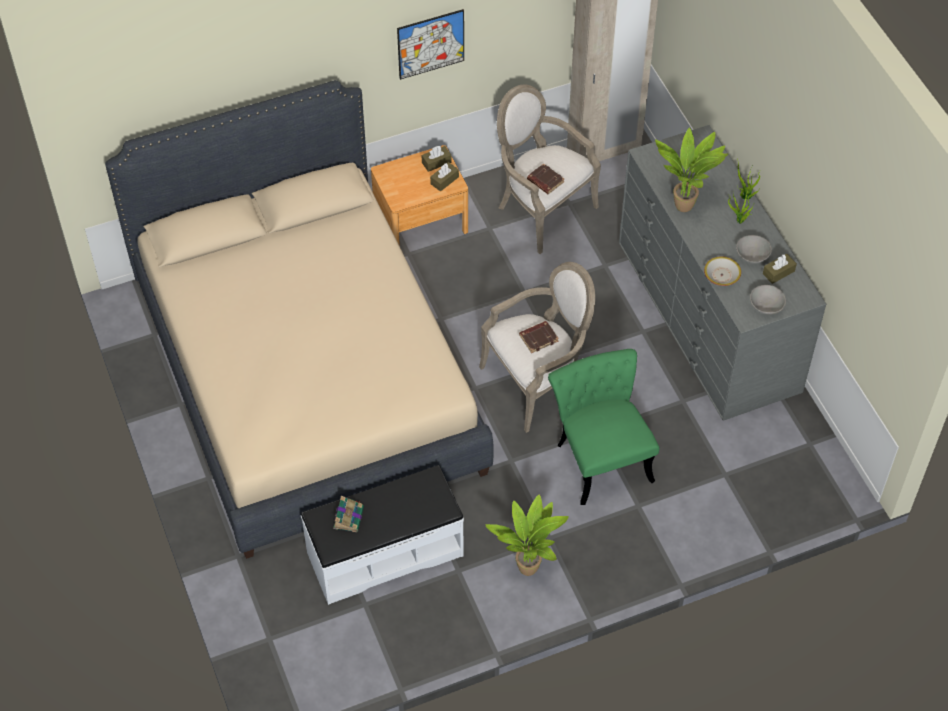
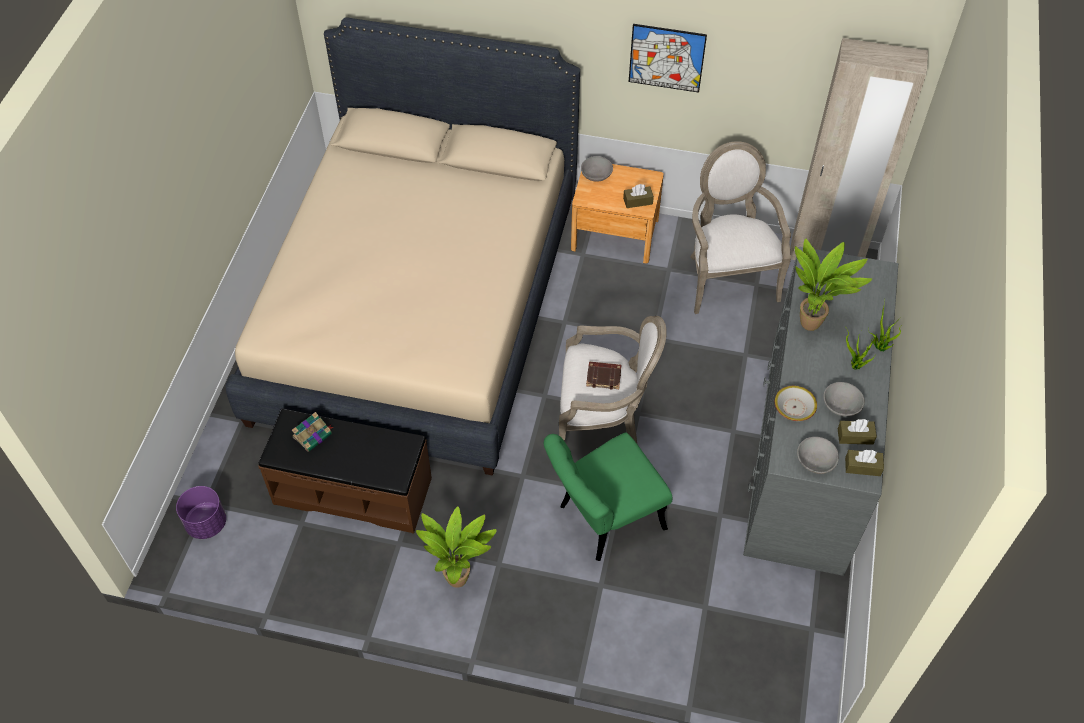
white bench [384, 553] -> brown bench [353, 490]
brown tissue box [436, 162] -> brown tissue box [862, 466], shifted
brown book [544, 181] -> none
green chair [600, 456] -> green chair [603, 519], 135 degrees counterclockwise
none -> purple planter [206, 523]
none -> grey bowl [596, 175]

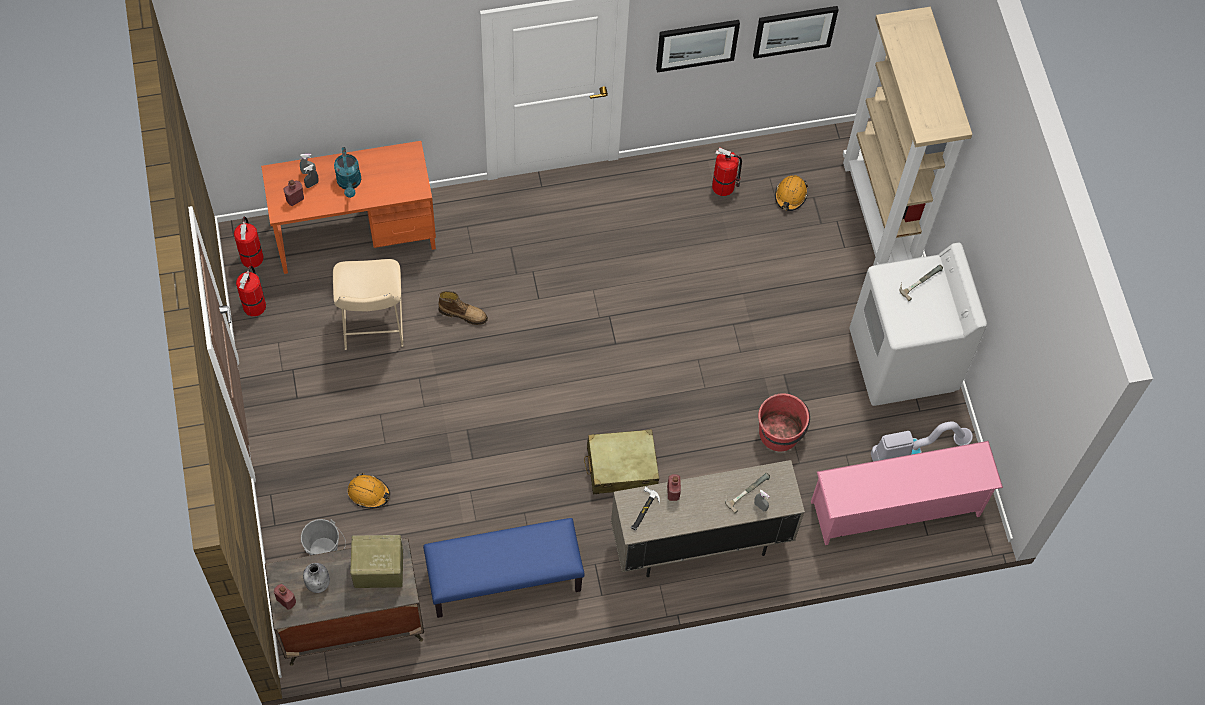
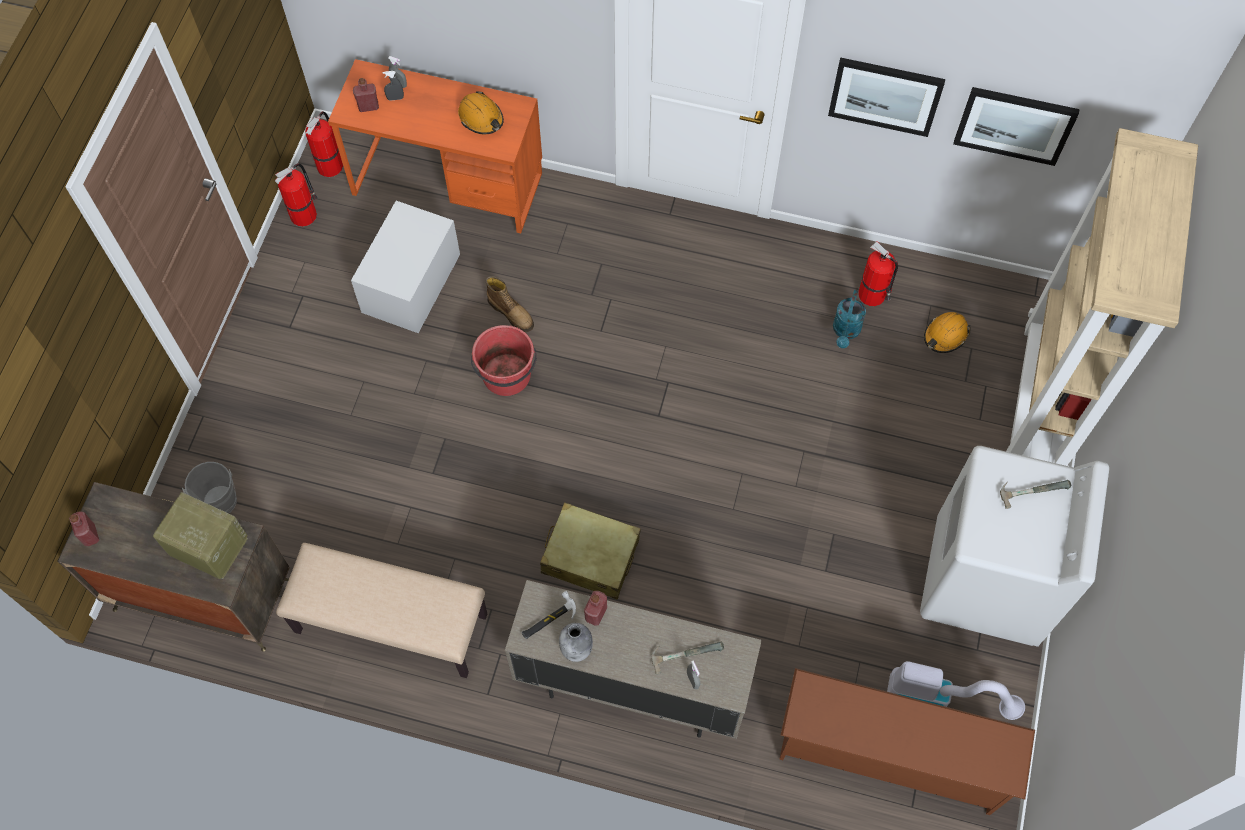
grey bottle [318, 583] -> grey bottle [577, 649], shifted
beige stool [372, 324] -> white storage box [411, 283]
turquoise watering can [349, 183] -> turquoise watering can [846, 331], shifted
orange hard hat [369, 493] -> orange hard hat [481, 118], shifted
blue bench [504, 580] -> beige bench [390, 624]
red bucket [779, 434] -> red bucket [507, 376], shifted
pink shoe rack [896, 510] -> brown shoe rack [888, 757]

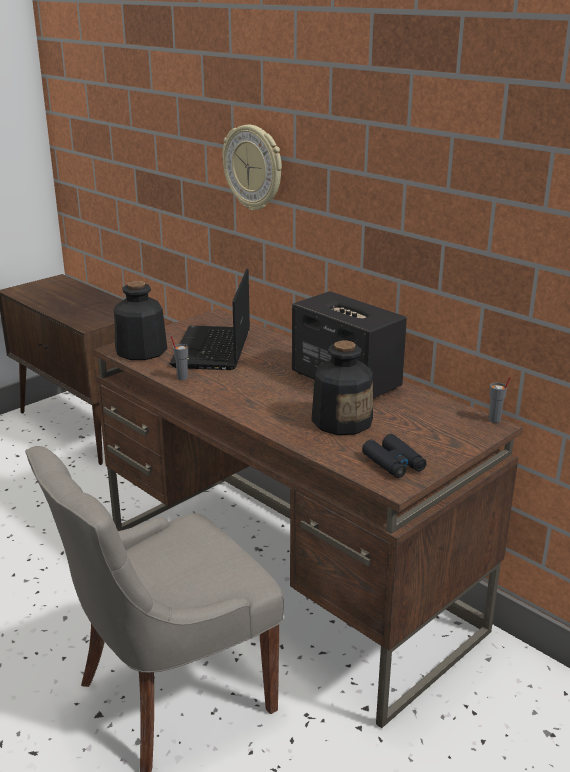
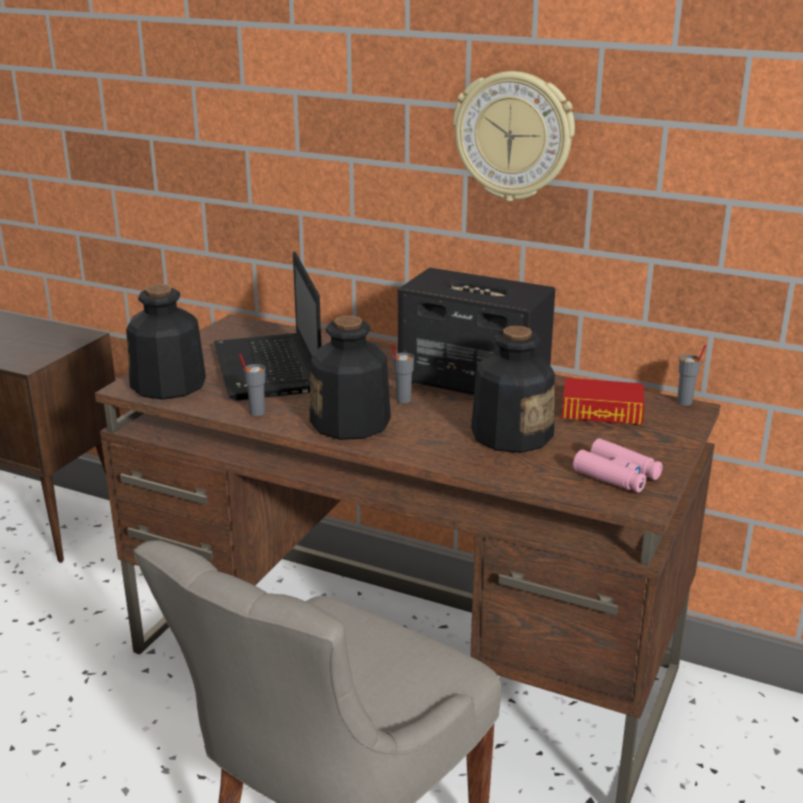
wall clock [254, 167] -> wall clock [514, 136], shifted
black binoculars [394, 463] -> pink binoculars [617, 475]
none -> bottle [351, 423]
none -> grey cup [403, 400]
none -> book [602, 411]

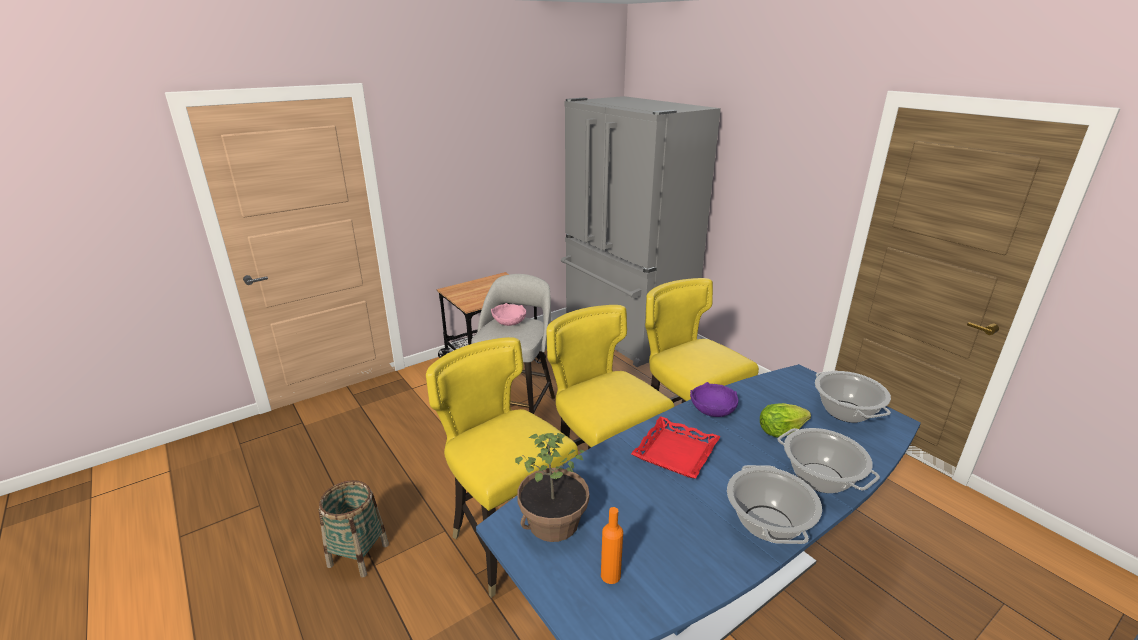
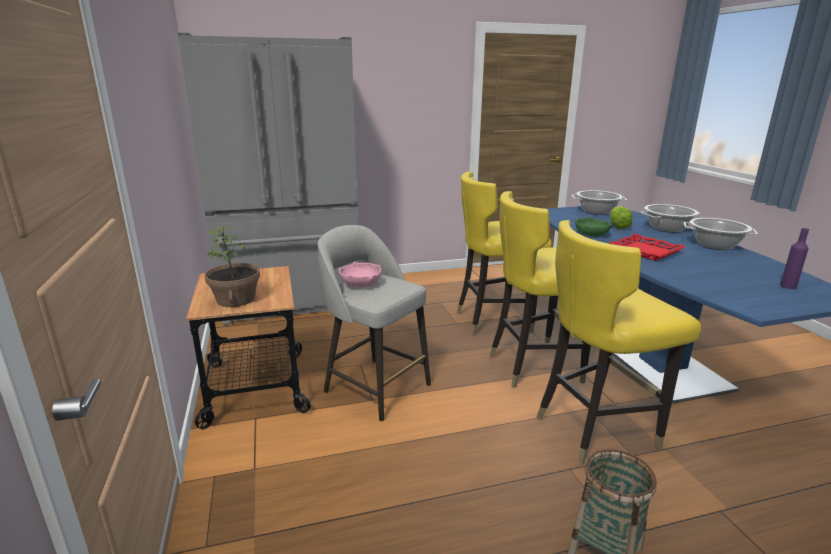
potted plant [553, 523] -> potted plant [236, 299], shifted
orange bottle [610, 575] -> purple bottle [788, 286]
purple bowl [713, 410] -> green bowl [591, 235]

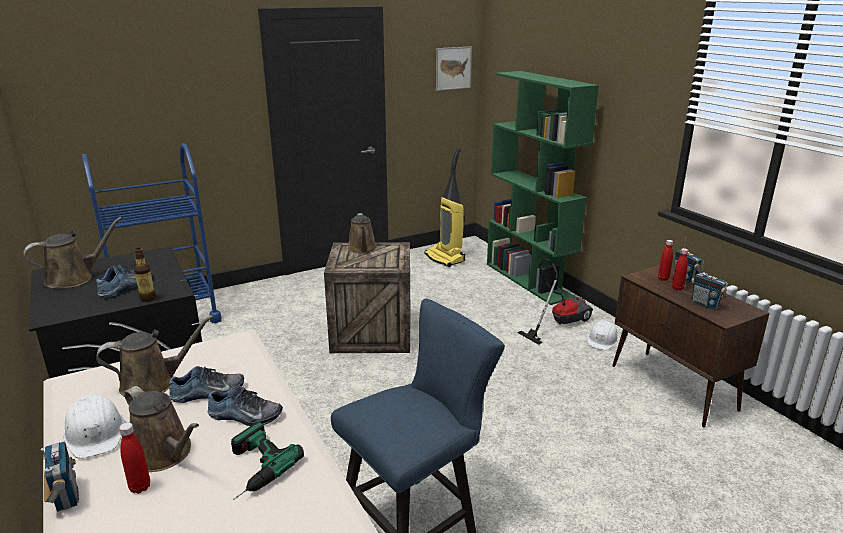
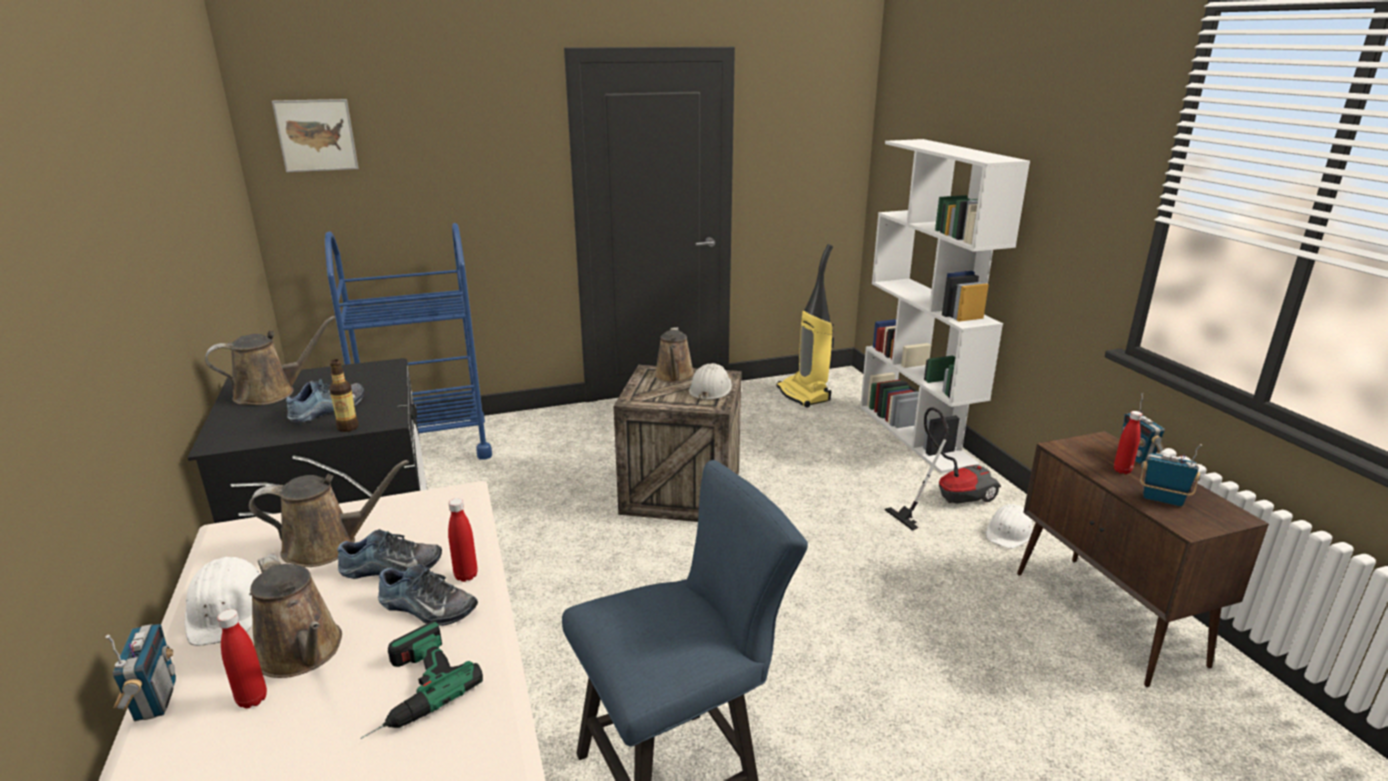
picture [453, 68] -> picture [316, 135], shifted
green bookcase [529, 280] -> white bookcase [916, 435]
red bottle [663, 279] -> red bottle [466, 576], shifted
radio [705, 304] -> radio [1162, 499], 150 degrees clockwise
none -> white hard hat [710, 389]

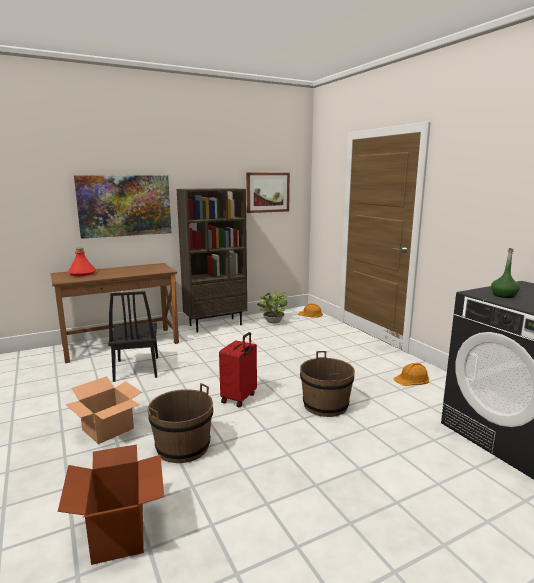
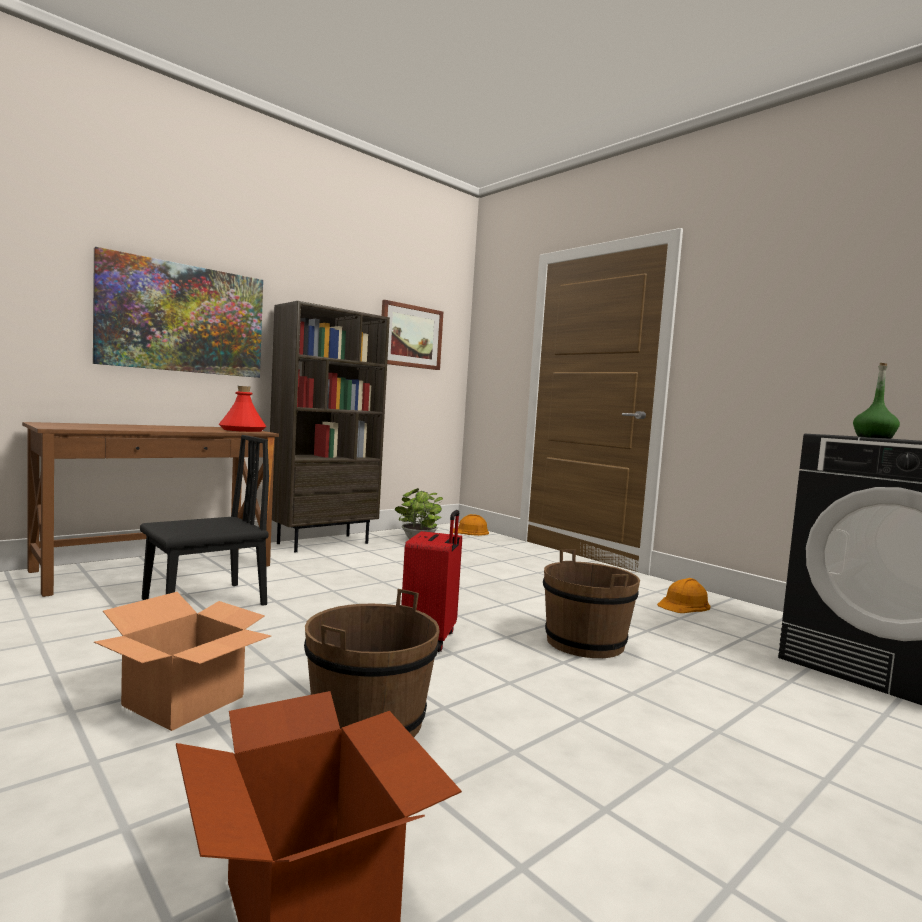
red bottle [82, 273] -> red bottle [242, 430], shifted
black chair [137, 368] -> black chair [204, 602], 105 degrees counterclockwise

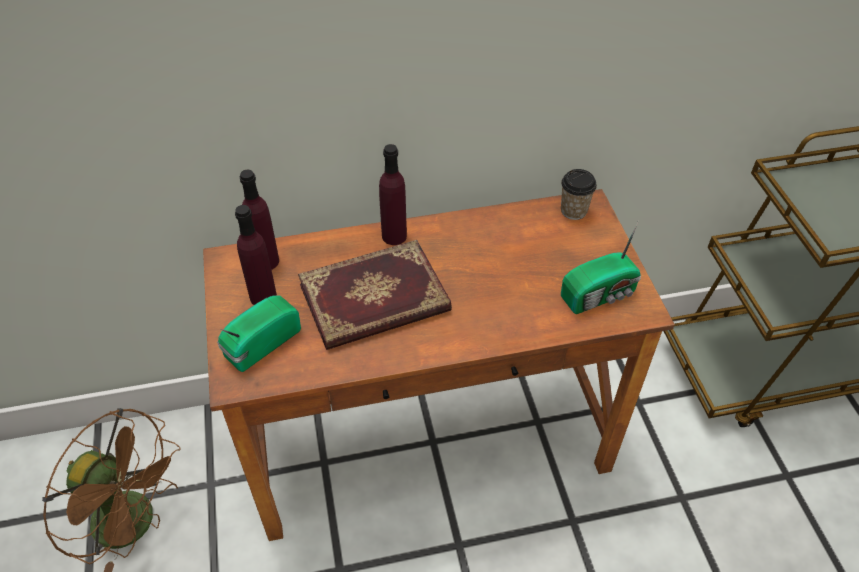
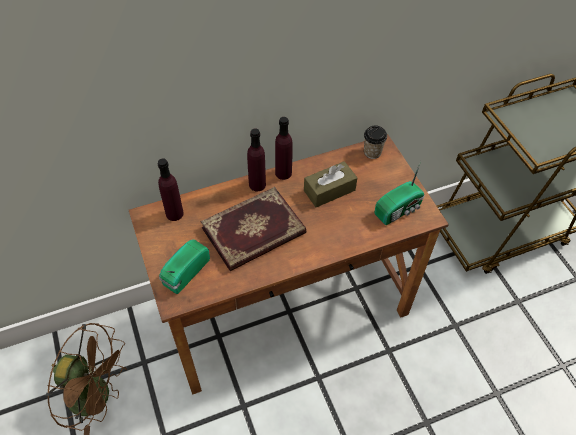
purple bottle [263, 296] -> purple bottle [283, 173], shifted
none -> brown tissue box [329, 190]

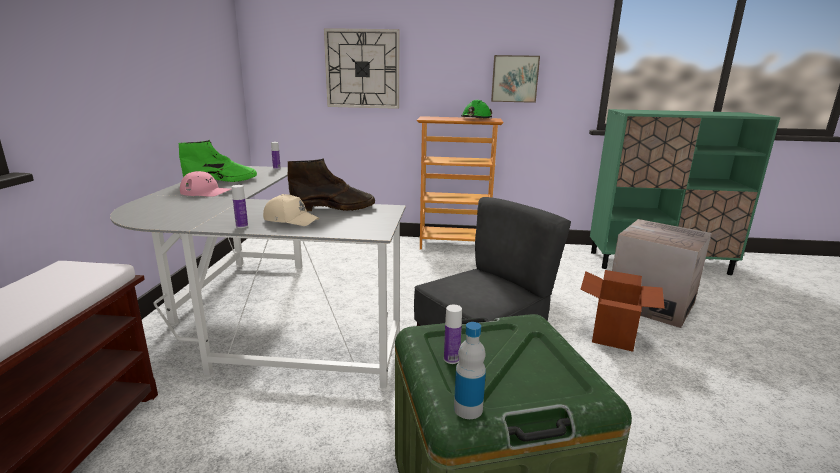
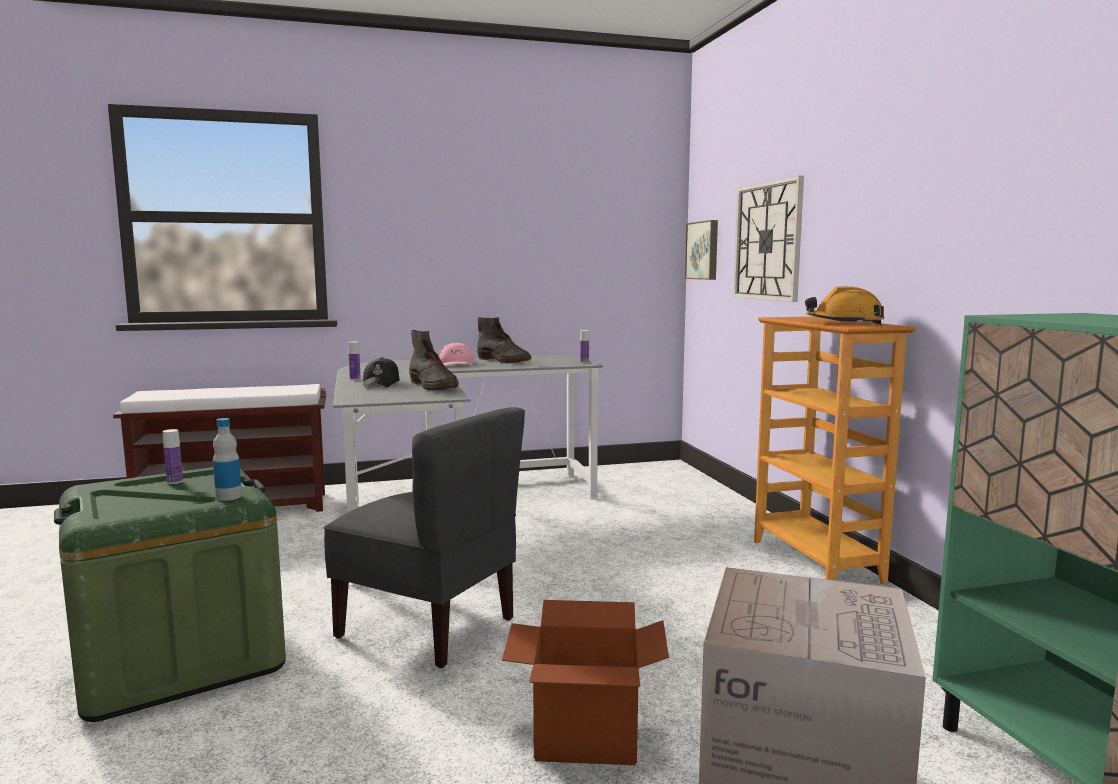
green boot [222, 180] -> brown boot [504, 361]
beige cap [290, 220] -> black cap [382, 384]
bottle [468, 409] -> bottle [228, 497], shifted
green hard hat [476, 119] -> orange hard hat [845, 323]
picture [514, 79] -> picture [703, 250], shifted

